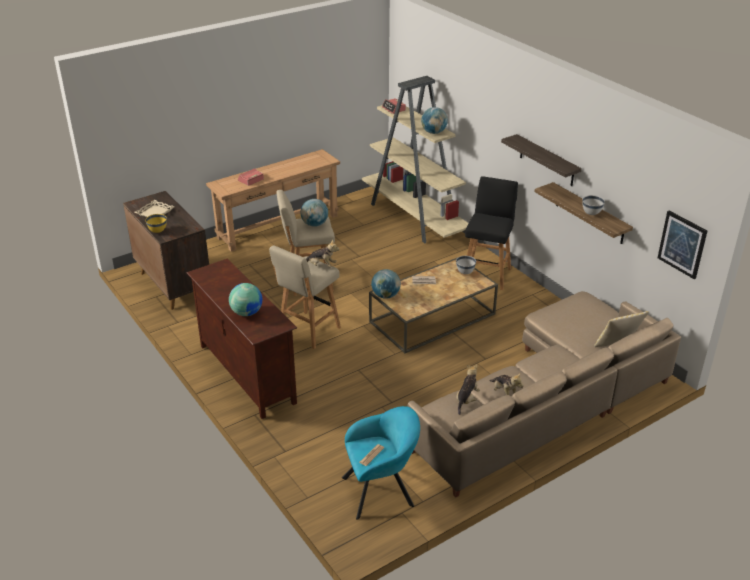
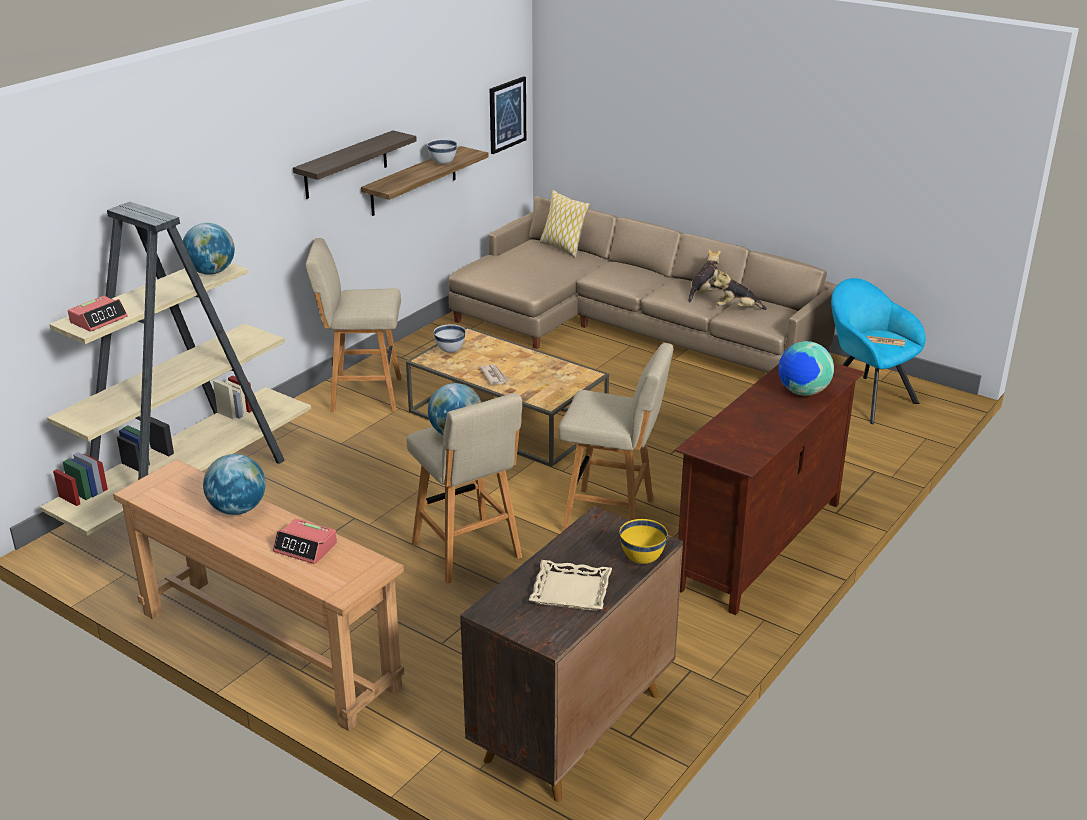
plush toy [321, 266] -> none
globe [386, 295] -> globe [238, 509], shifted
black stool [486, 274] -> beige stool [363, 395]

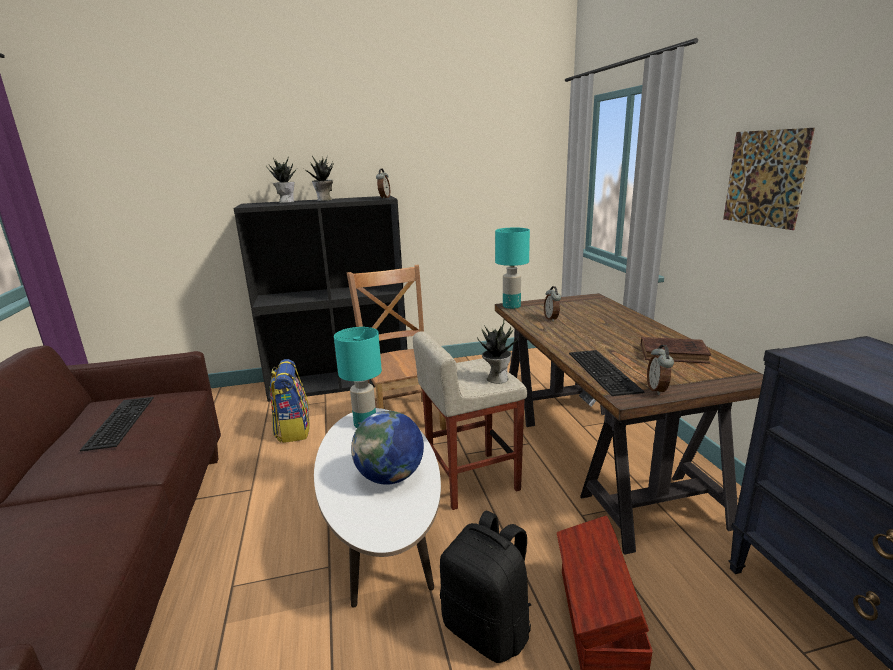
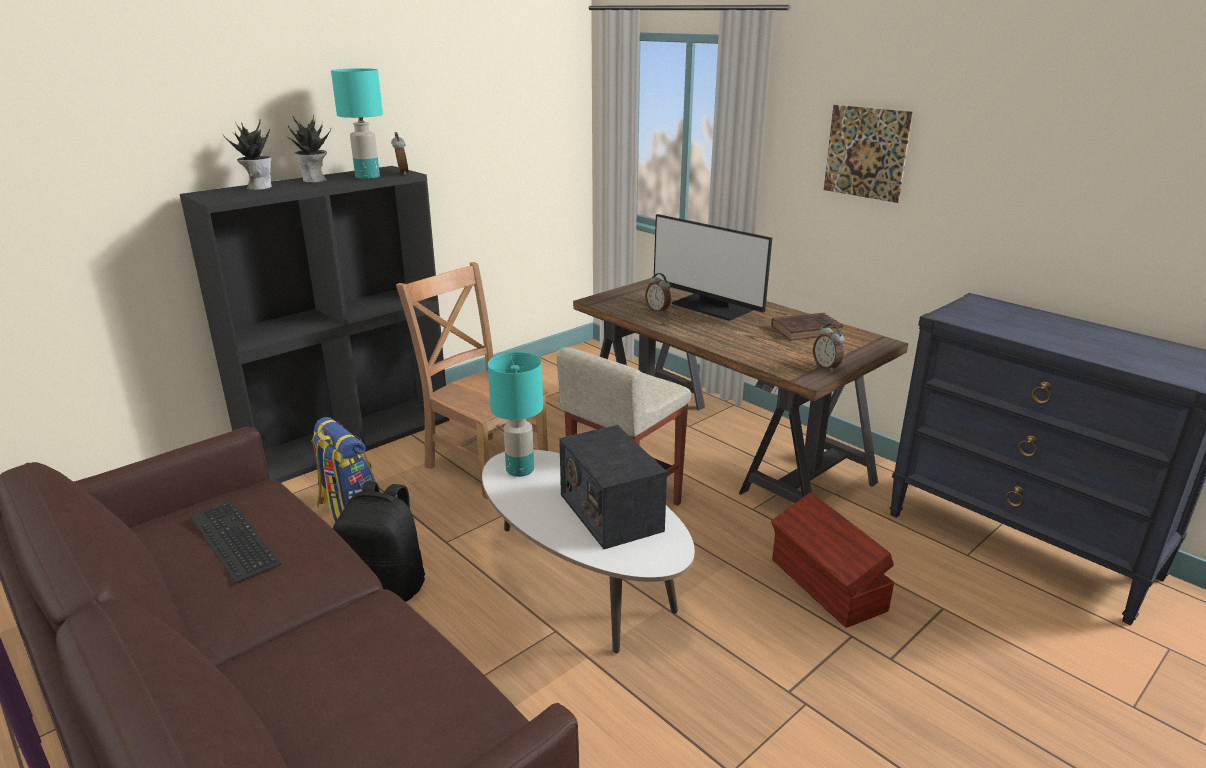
globe [390, 477] -> radio [610, 512]
black backpack [488, 628] -> black backpack [386, 587], shifted
potted plant [496, 378] -> none
turquoise table lamp [511, 306] -> turquoise table lamp [367, 177], shifted
keyboard [605, 371] -> none
none -> monitor [711, 307]

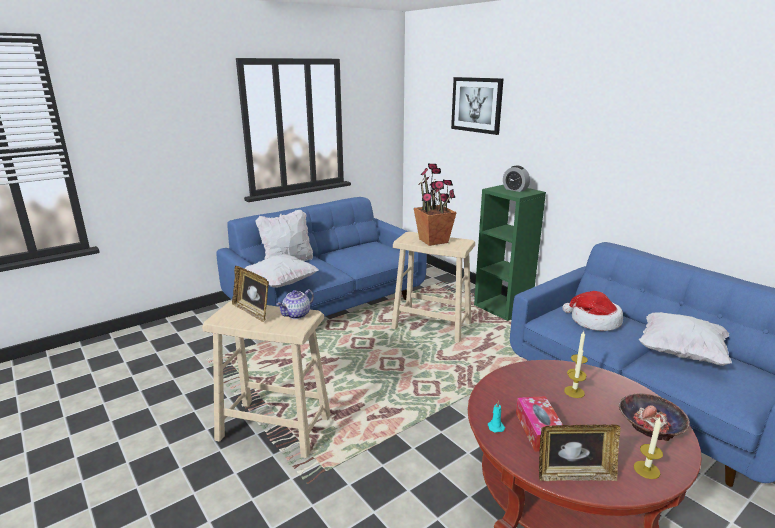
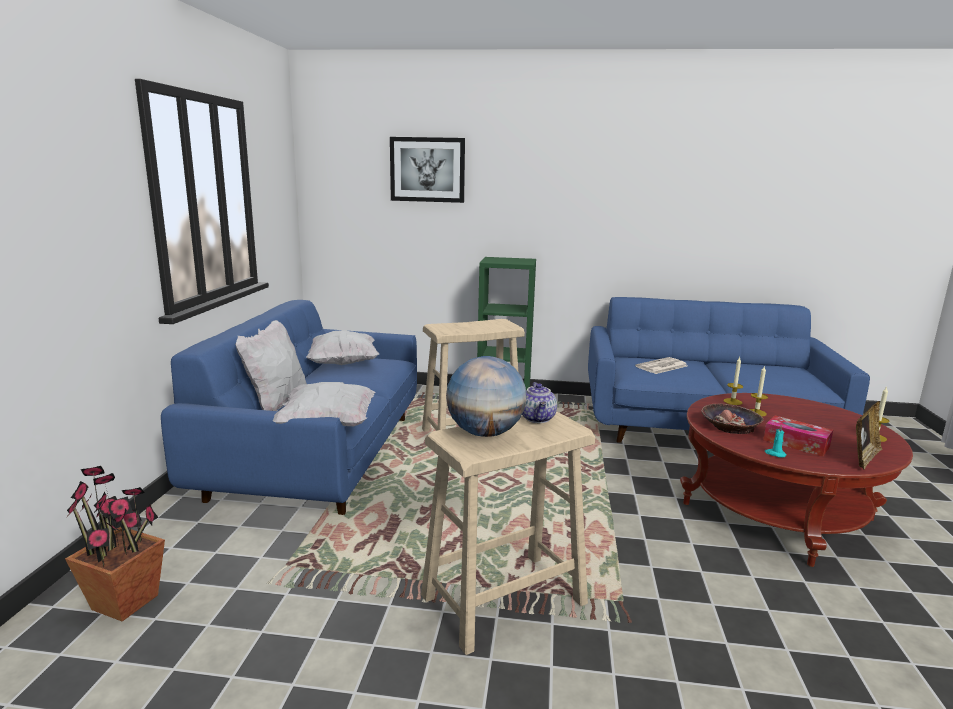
picture frame [252, 311] -> globe [485, 433]
potted plant [434, 241] -> potted plant [126, 602], shifted
alarm clock [515, 189] -> none
hat [593, 321] -> newspaper [661, 366]
bowl [651, 424] -> bowl [730, 426], shifted
white pillow [680, 353] -> white pillow [343, 364], shifted

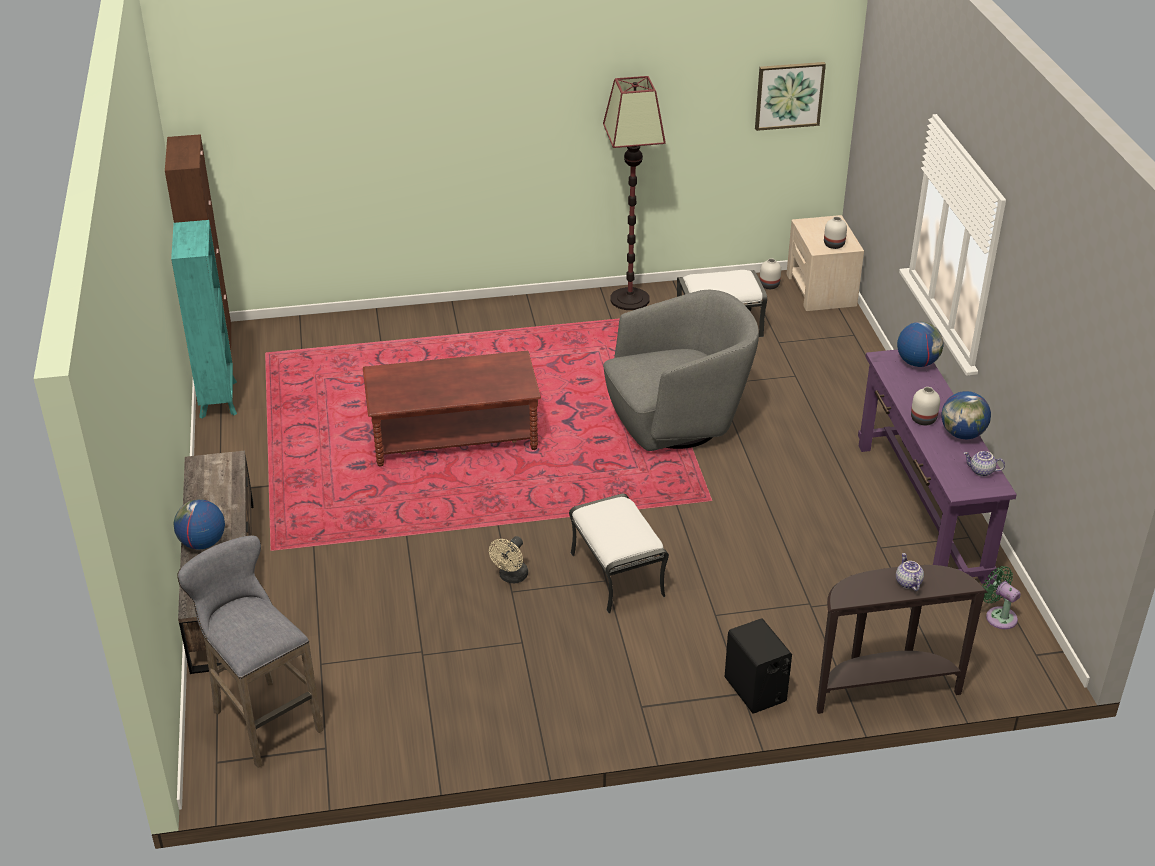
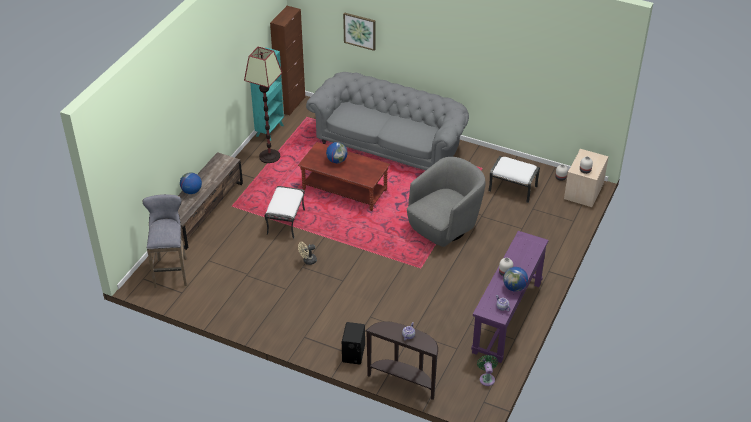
white ottoman [615, 574] -> white ottoman [285, 221], shifted
floor lamp [630, 299] -> floor lamp [270, 156], shifted
grey armchair [678, 422] -> grey armchair [444, 226], 60 degrees counterclockwise
picture [789, 95] -> picture [360, 31], shifted
globe [917, 362] -> globe [337, 160], shifted
none -> grey sofa [390, 144]

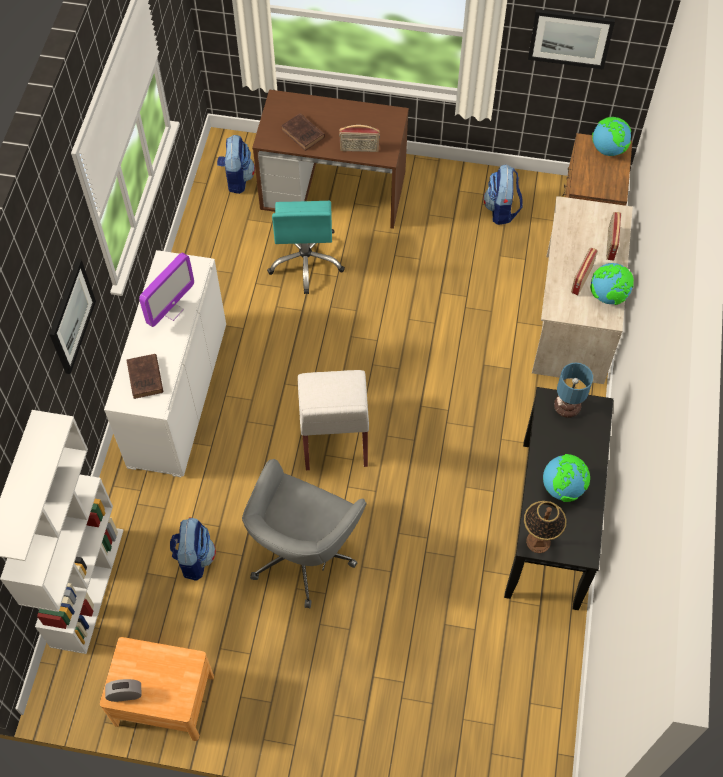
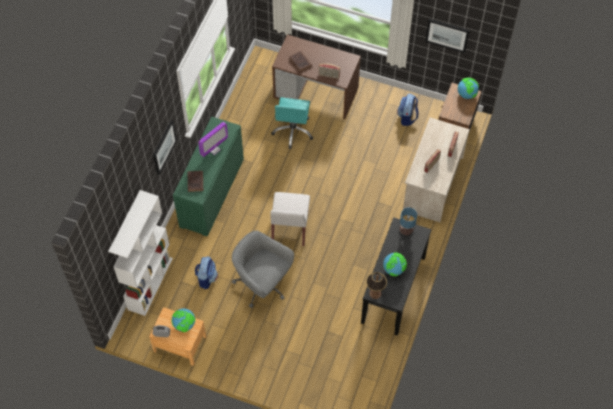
white cabinet [178, 394] -> green cabinet [212, 193]
backpack [237, 178] -> none
grey office chair [304, 553] -> grey office chair [262, 284], 90 degrees clockwise
globe [608, 296] -> globe [184, 325], shifted

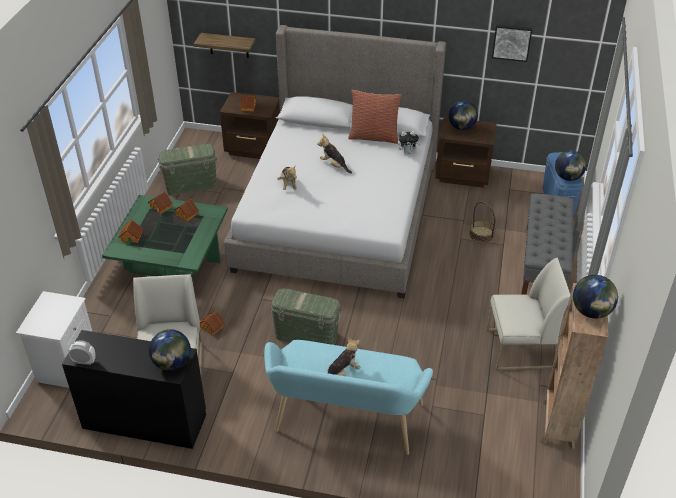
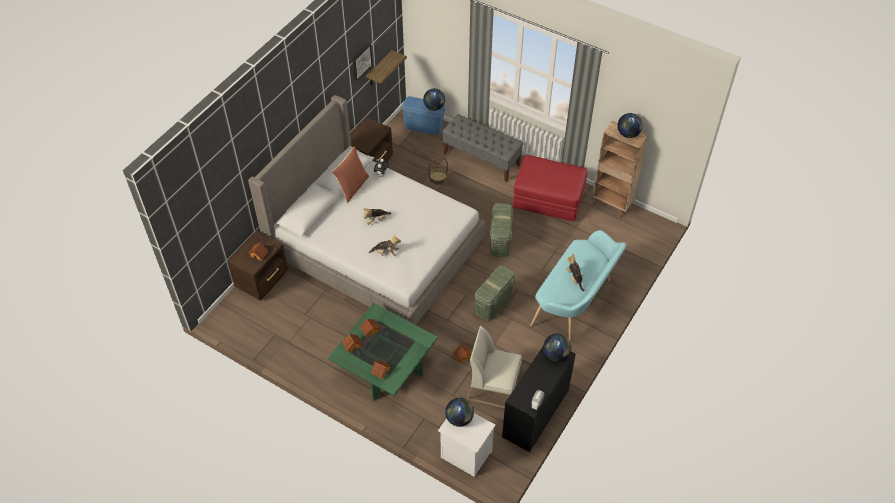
green storage box [191, 185] -> green storage box [500, 240], shifted
shelf [229, 45] -> shelf [379, 69], shifted
globe [461, 127] -> globe [459, 419], shifted
white chair [519, 349] -> red ottoman [548, 199]

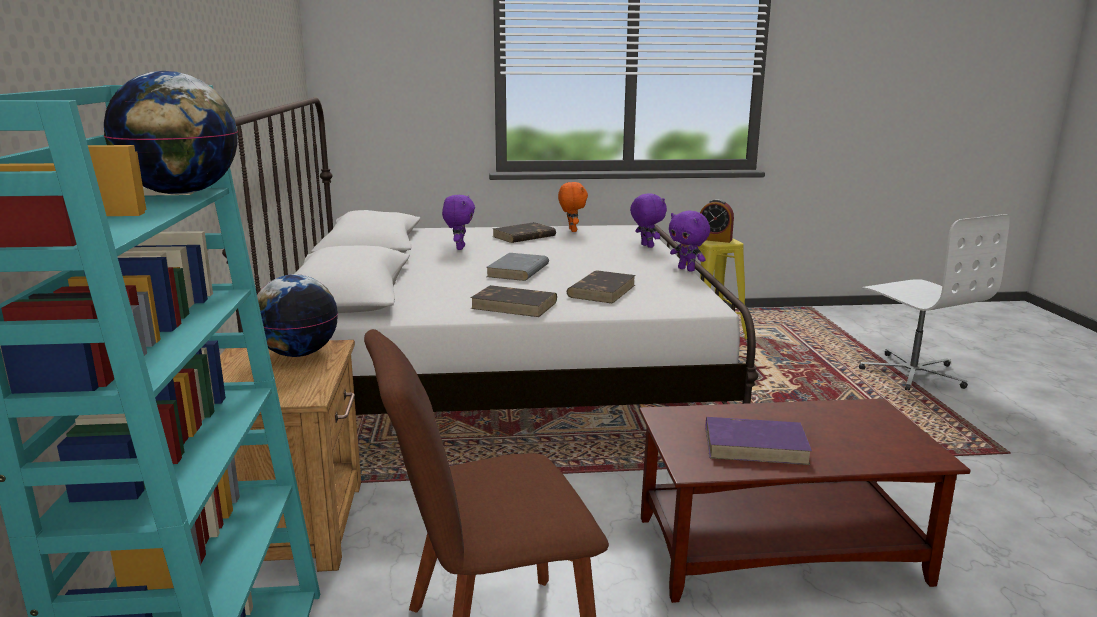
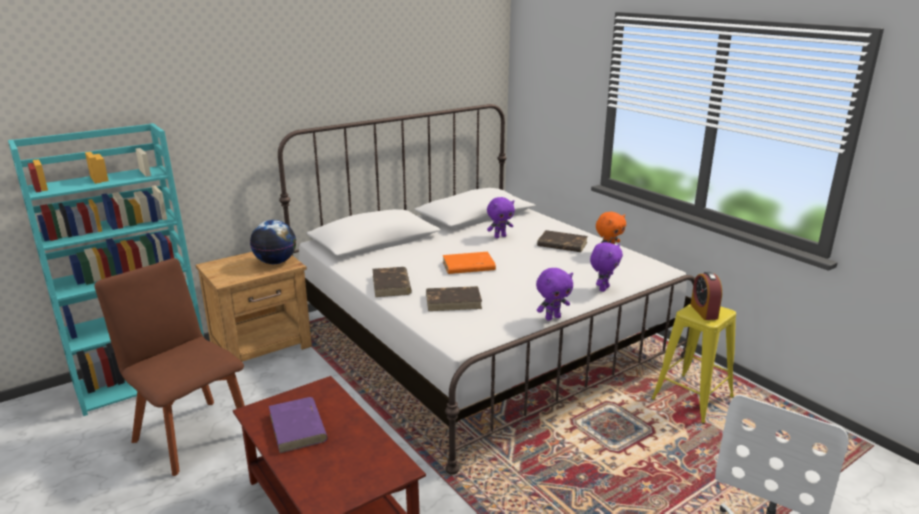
globe [181, 193] -> none
grey book [518, 271] -> orange book [468, 266]
purple plush toy [687, 269] -> purple plush toy [552, 317], 135 degrees counterclockwise

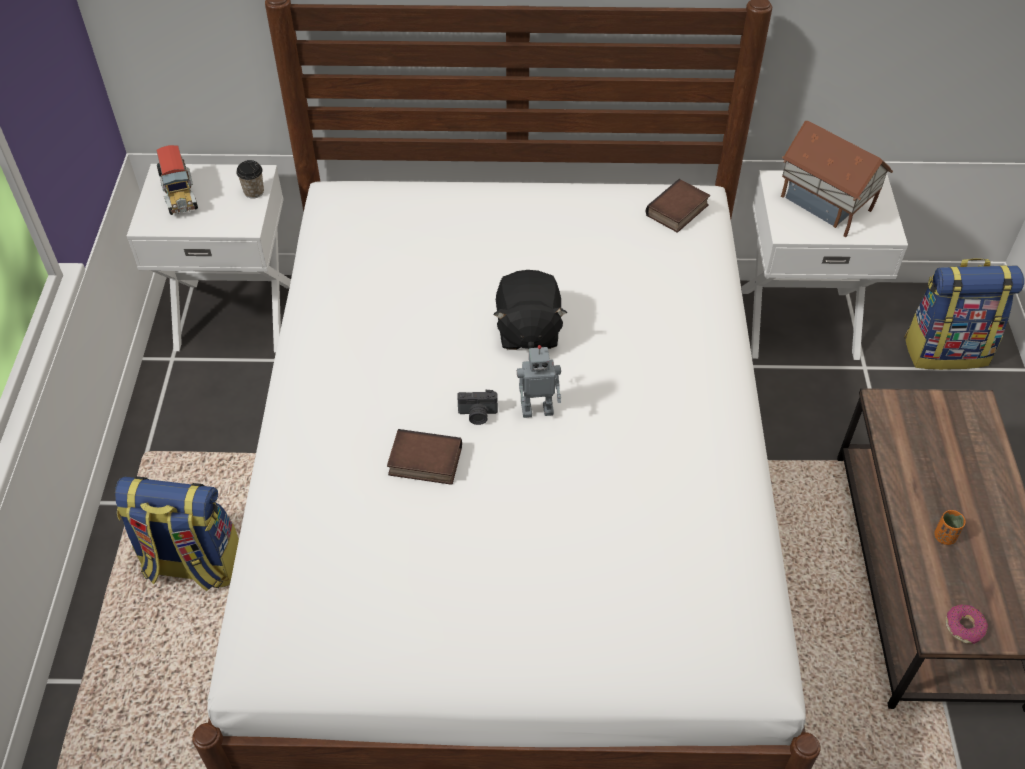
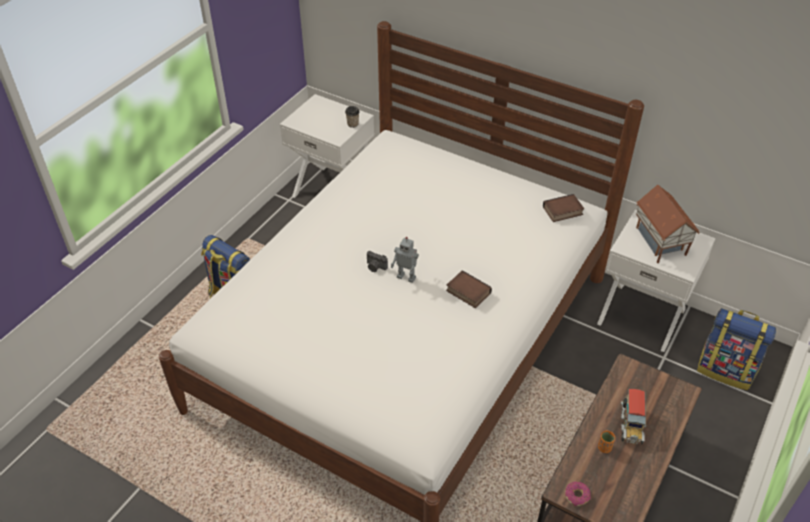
toy truck [179, 197] -> toy truck [630, 426], shifted
book [423, 462] -> book [467, 292], shifted
black plush toy [527, 330] -> none

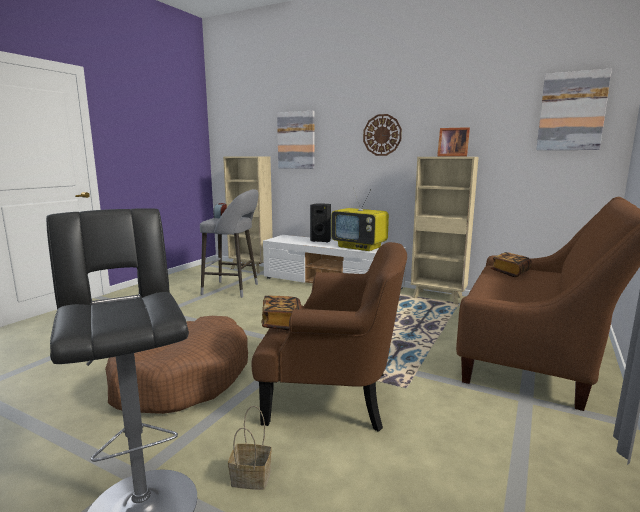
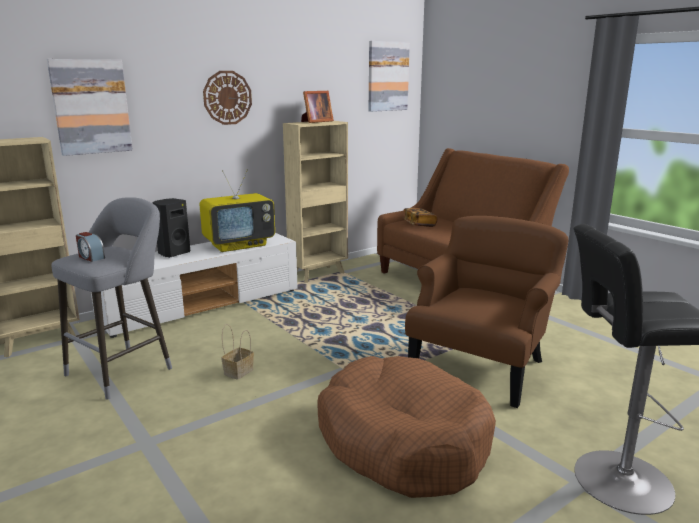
basket [252, 477] -> basket [239, 371], shifted
book [282, 323] -> none

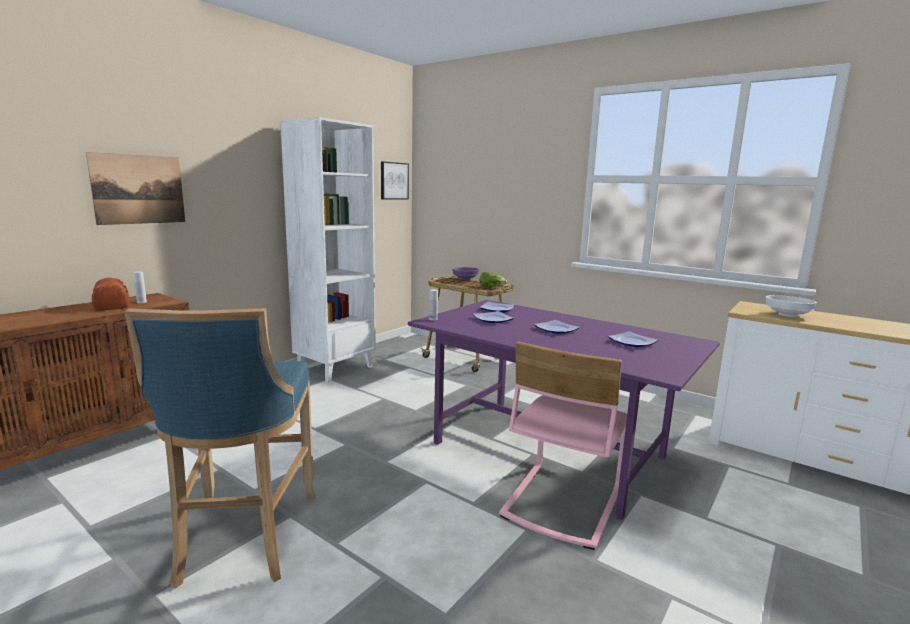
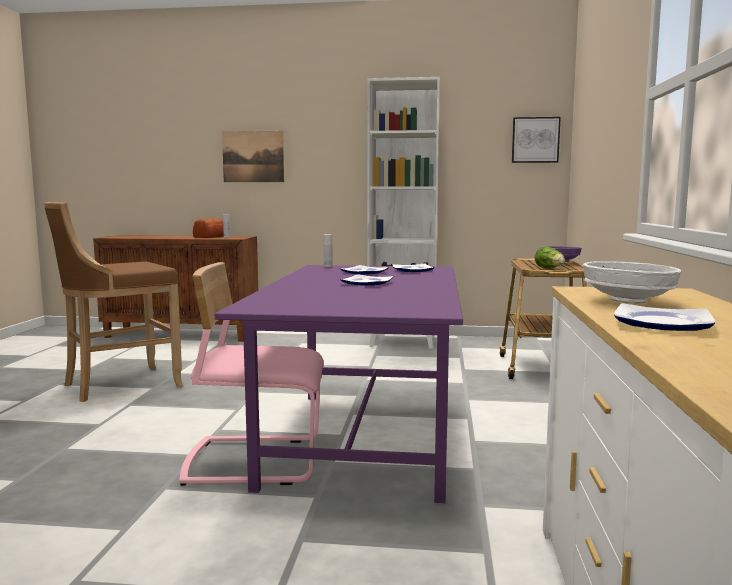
blue stool [244, 540] -> brown stool [118, 385]
plate [631, 342] -> plate [660, 323], shifted

